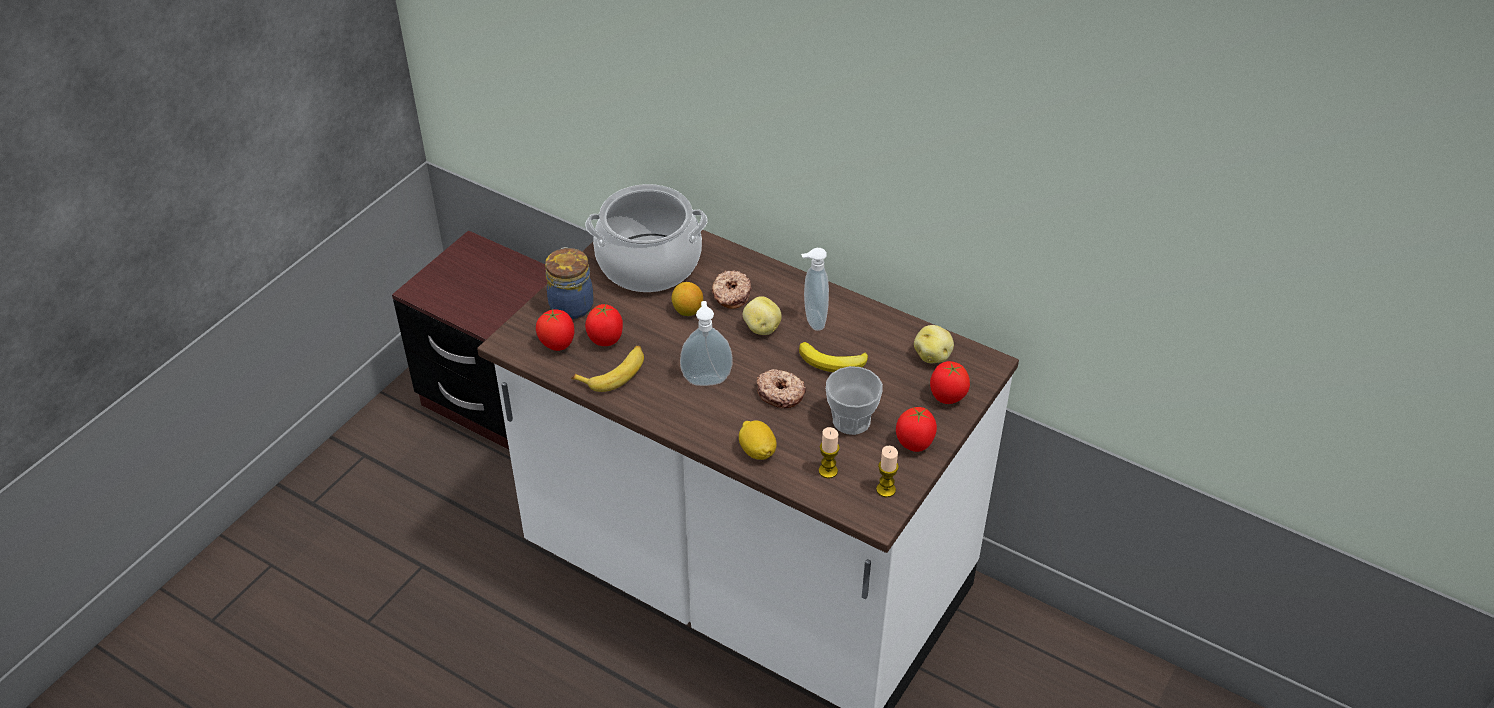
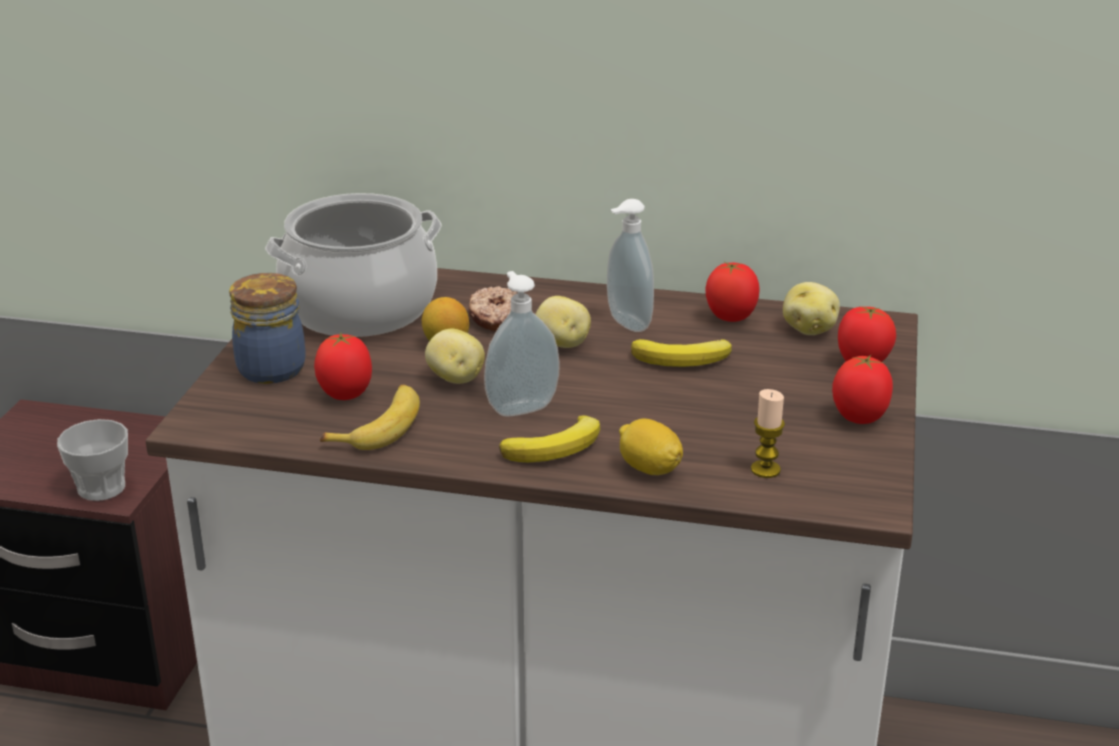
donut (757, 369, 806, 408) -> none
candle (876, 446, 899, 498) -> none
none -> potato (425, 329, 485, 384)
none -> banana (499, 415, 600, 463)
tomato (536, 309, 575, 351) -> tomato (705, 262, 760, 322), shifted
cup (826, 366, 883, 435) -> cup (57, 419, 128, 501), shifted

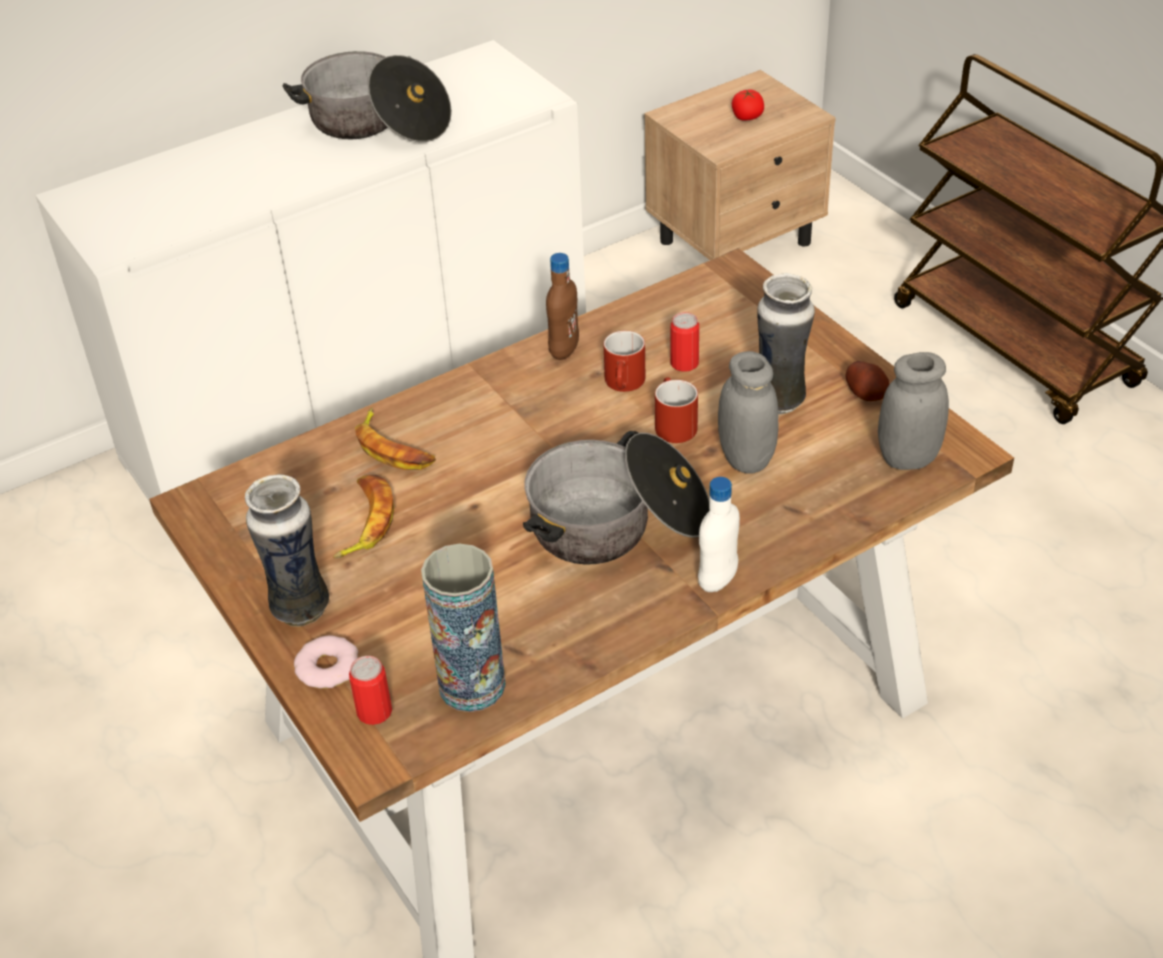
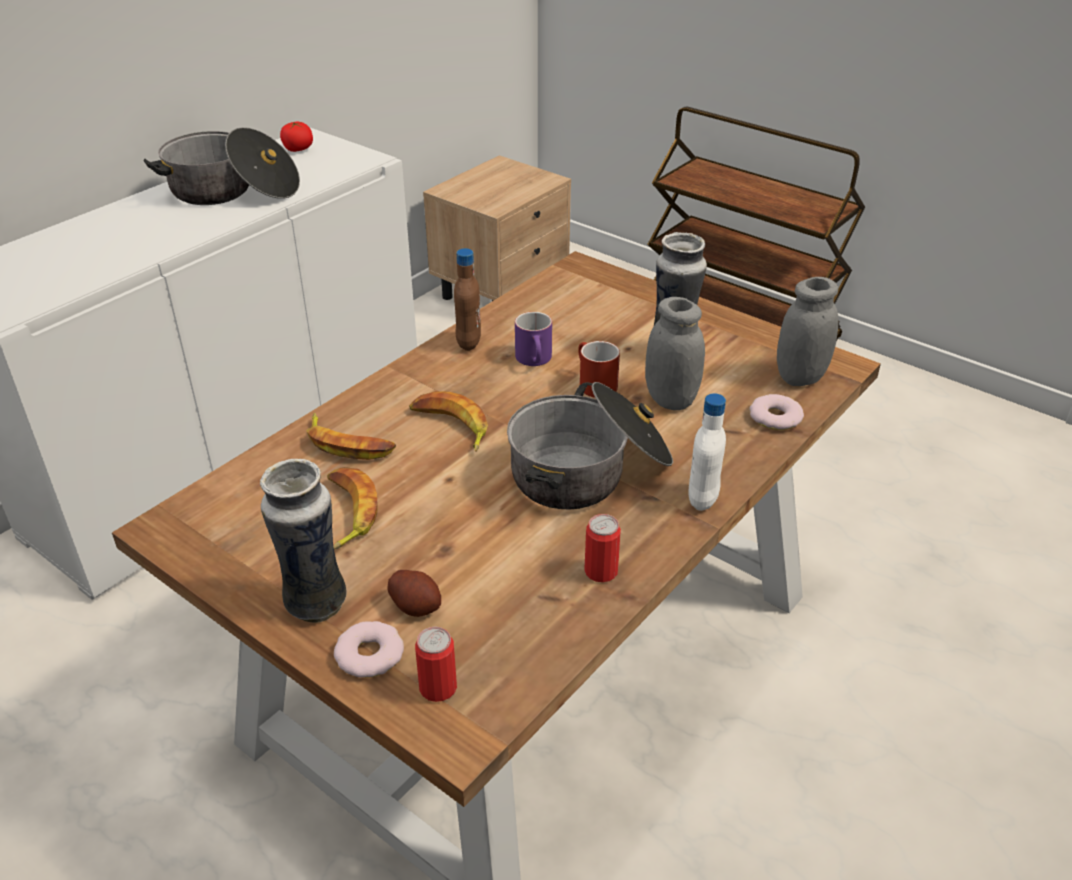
vase (421, 544, 506, 712) -> none
none -> banana (409, 391, 488, 452)
none -> donut (749, 394, 804, 430)
can (670, 312, 699, 372) -> can (584, 514, 621, 582), shifted
tomato (732, 90, 764, 121) -> tomato (280, 122, 313, 152), shifted
potato (845, 361, 889, 401) -> potato (387, 570, 441, 617), shifted
red mug (604, 330, 645, 392) -> purple mug (515, 312, 552, 366)

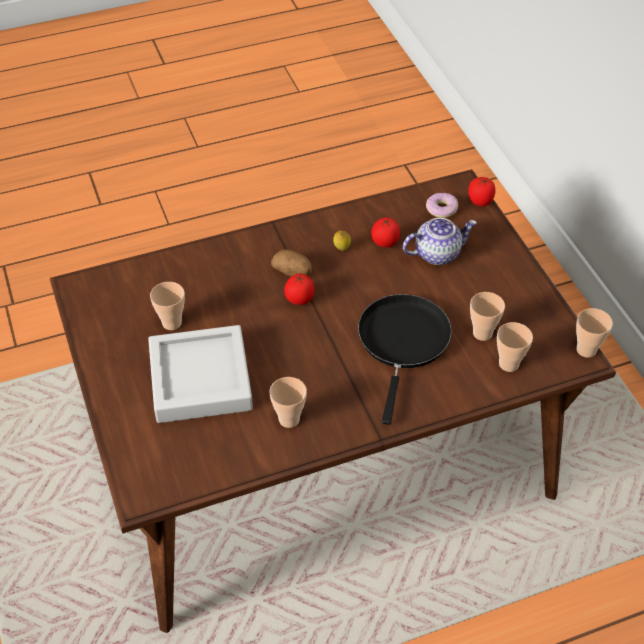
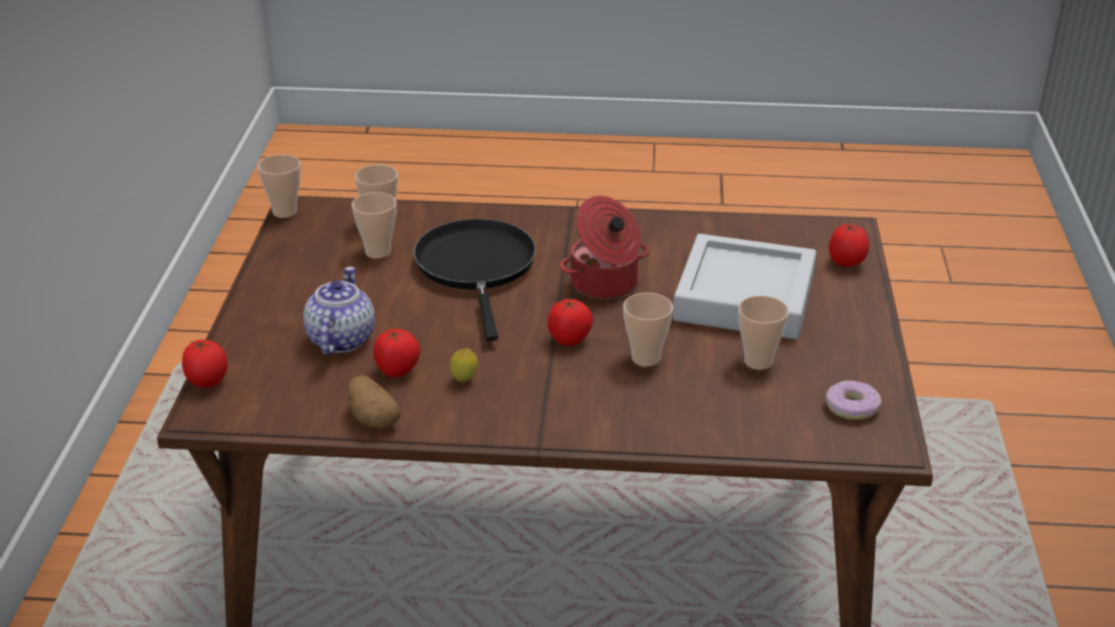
none -> cooking pot (560, 196, 649, 299)
none -> tomato (829, 224, 869, 267)
cup (270, 377, 307, 428) -> cup (623, 293, 673, 367), shifted
potato (271, 249, 312, 276) -> potato (347, 375, 401, 428), shifted
donut (426, 193, 458, 218) -> donut (826, 380, 882, 420), shifted
black frying pan (358, 294, 452, 425) -> black frying pan (414, 219, 536, 341), 135 degrees clockwise
teapot (403, 218, 477, 265) -> teapot (303, 267, 375, 355), 90 degrees clockwise

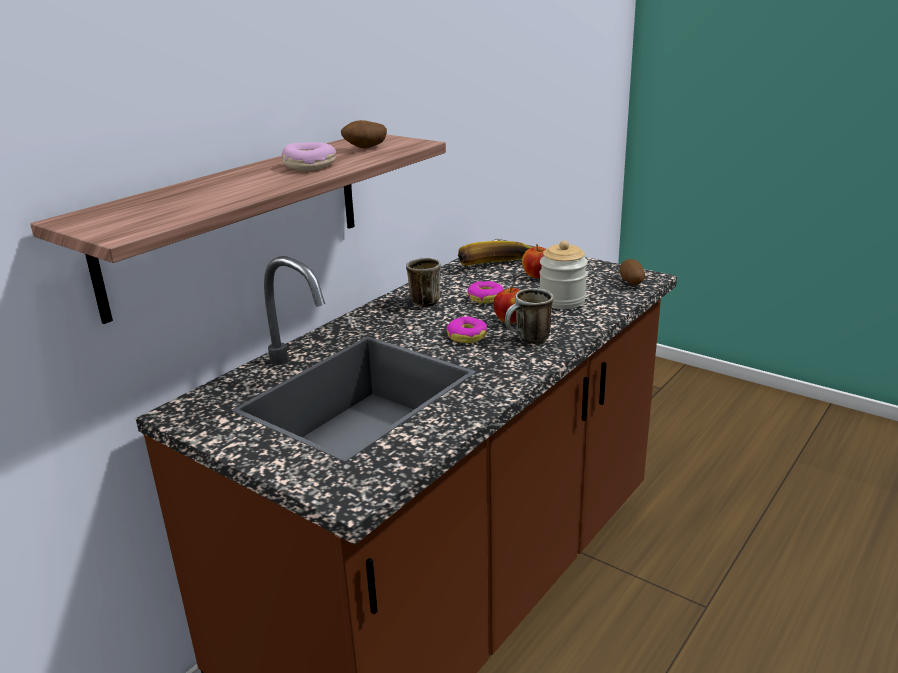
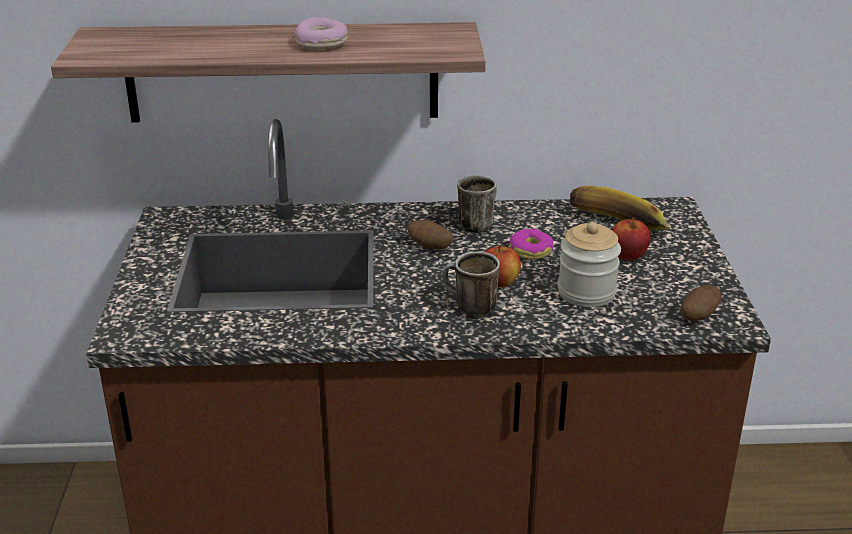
donut (447, 316, 487, 343) -> none
potato (341, 120, 387, 149) -> potato (408, 220, 453, 250), shifted

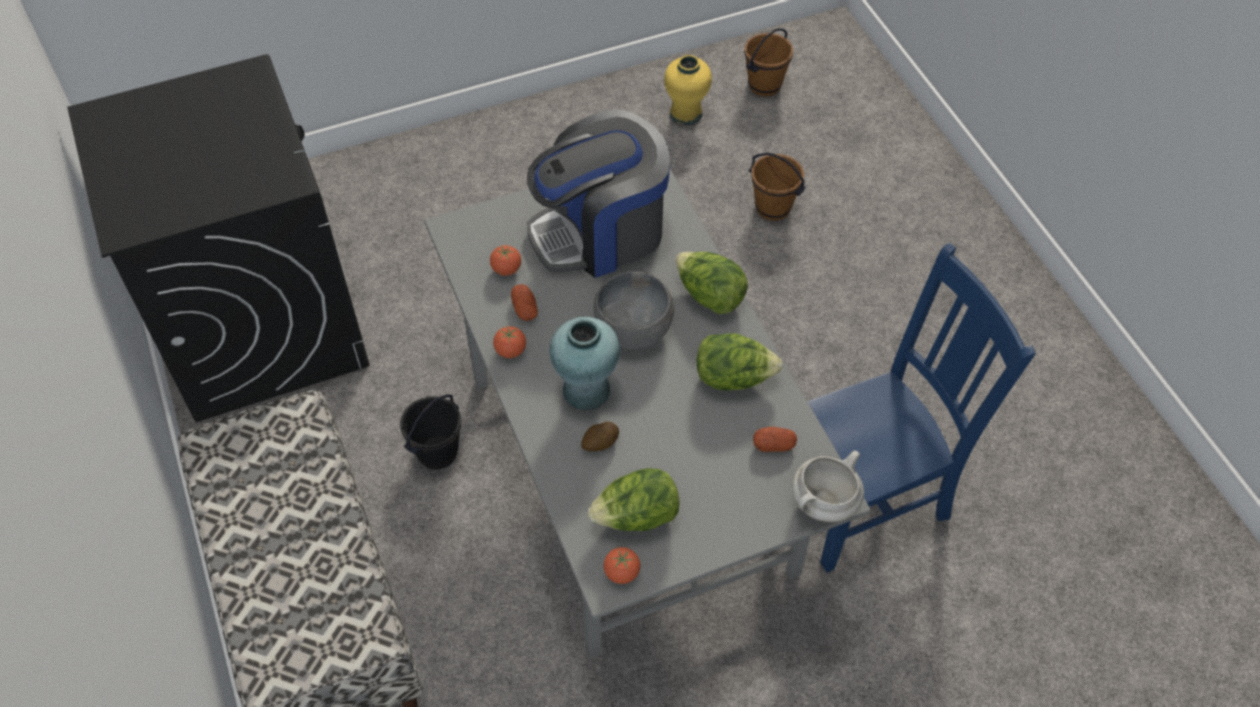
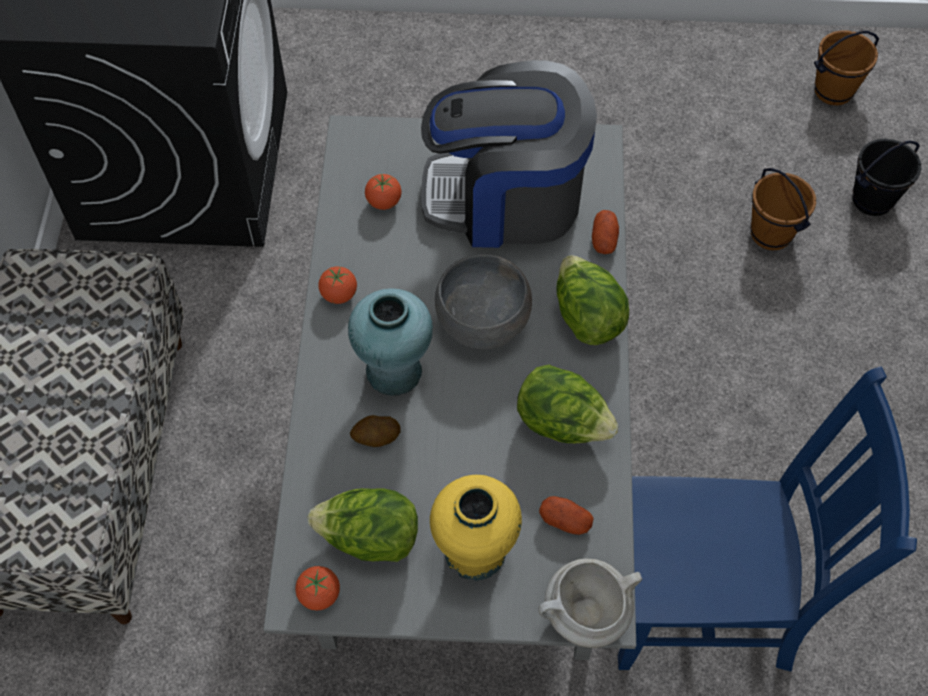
black bucket (400, 395, 461, 469) -> black bucket (853, 139, 921, 216), shifted
potato (511, 284, 538, 321) -> potato (592, 210, 619, 254), shifted
yellow vase (664, 55, 712, 125) -> yellow vase (430, 475, 522, 581), shifted

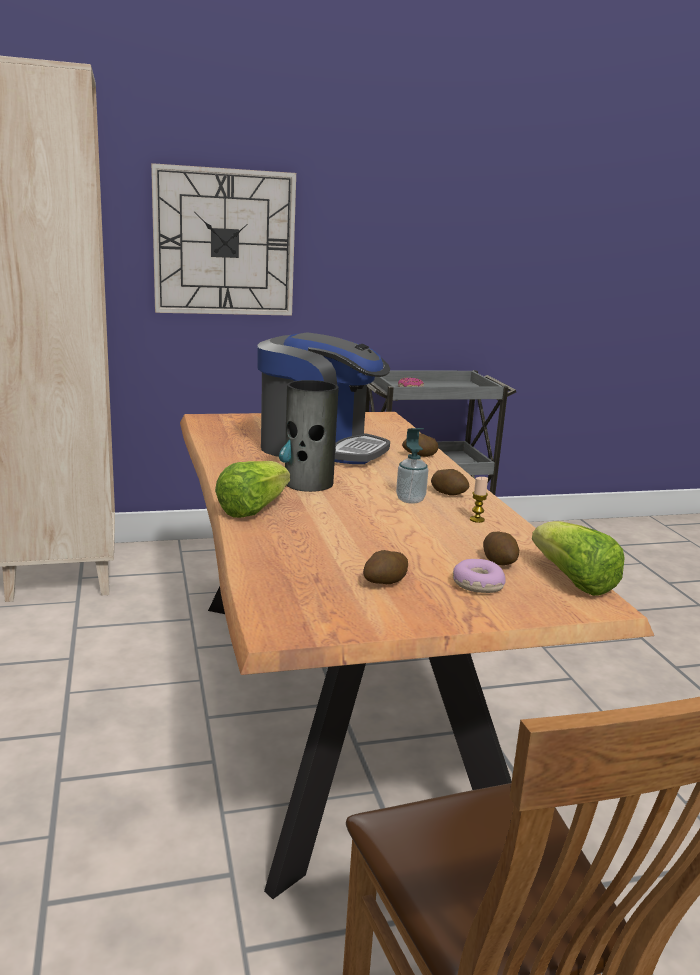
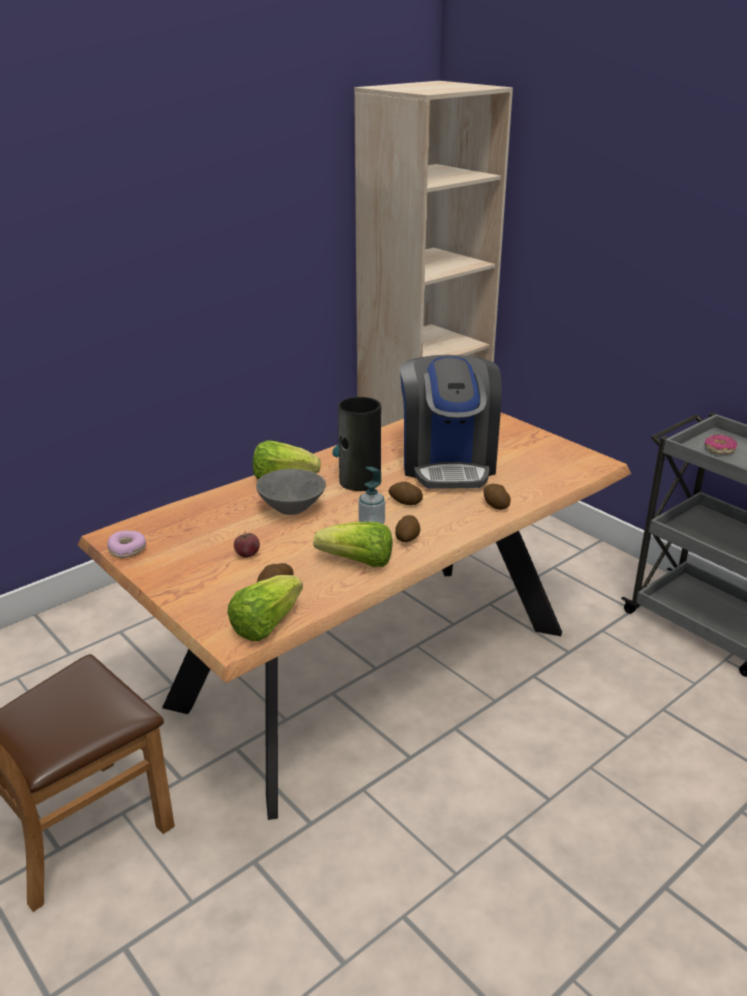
wall clock (151, 163, 296, 316) -> none
none -> apple (234, 532, 260, 558)
none -> grey bowl (256, 469, 326, 515)
potato (363, 550, 408, 584) -> potato (389, 482, 423, 505), shifted
donut (453, 559, 506, 593) -> donut (107, 531, 146, 558), shifted
candle (470, 477, 488, 523) -> lettuce (313, 522, 393, 567)

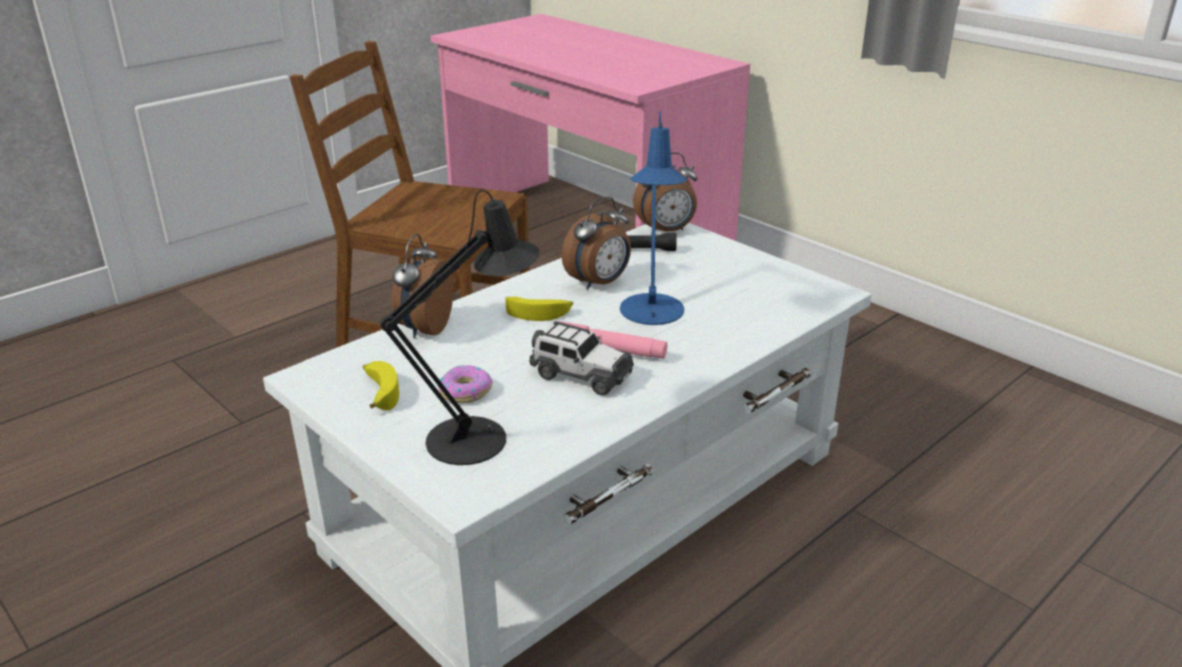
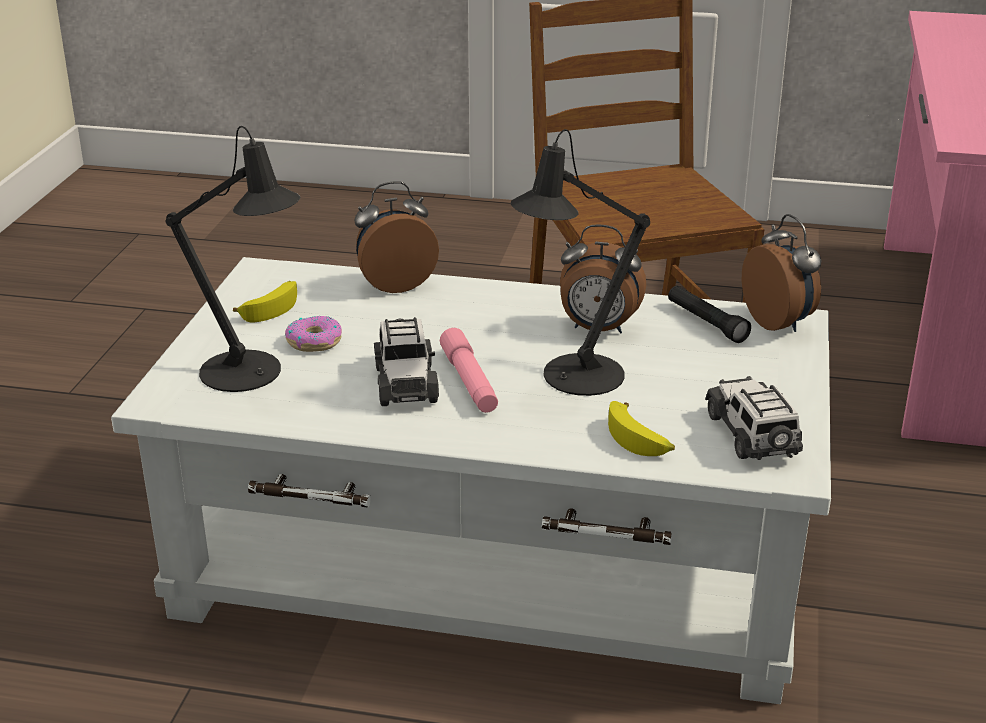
none -> toy car (705, 376, 803, 460)
banana (505, 297, 573, 321) -> banana (608, 401, 675, 456), shifted
blue table lamp (620, 111, 687, 325) -> black table lamp (511, 129, 650, 396)
alarm clock (633, 152, 697, 234) -> alarm clock (742, 214, 821, 332), 150 degrees counterclockwise

